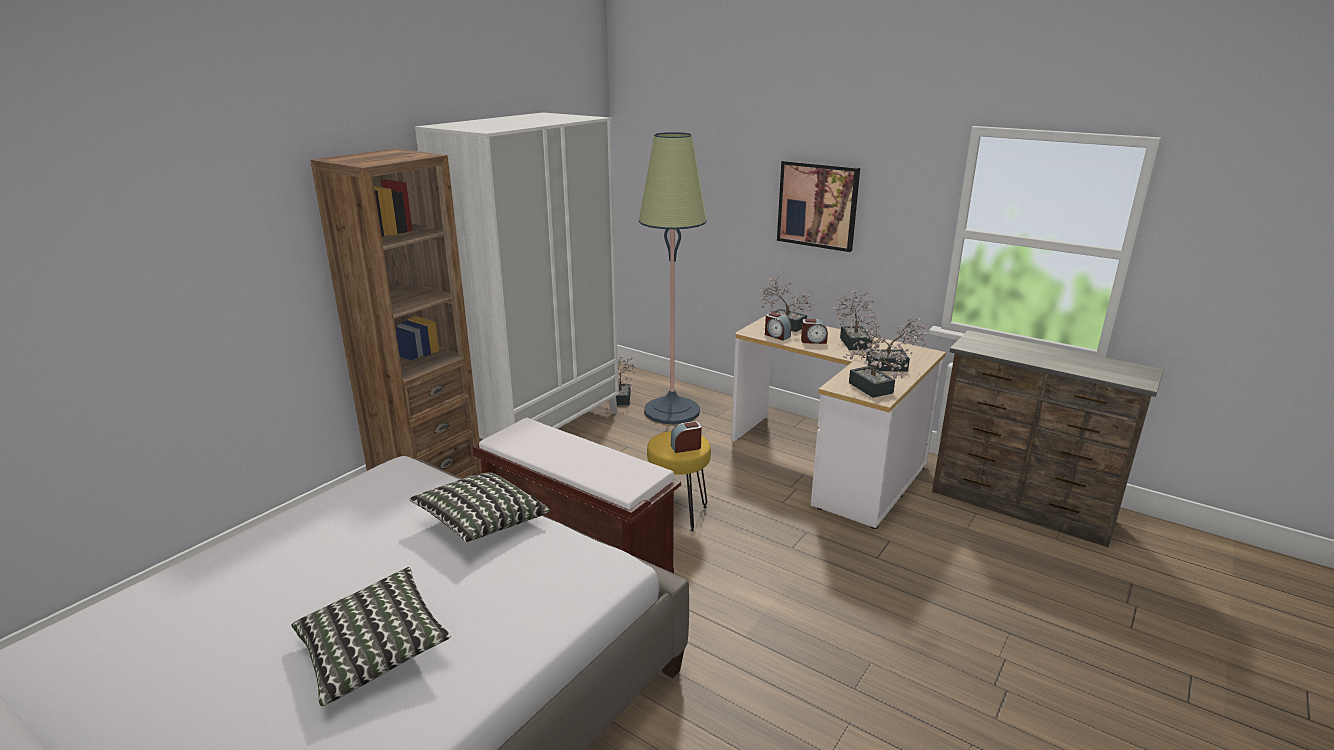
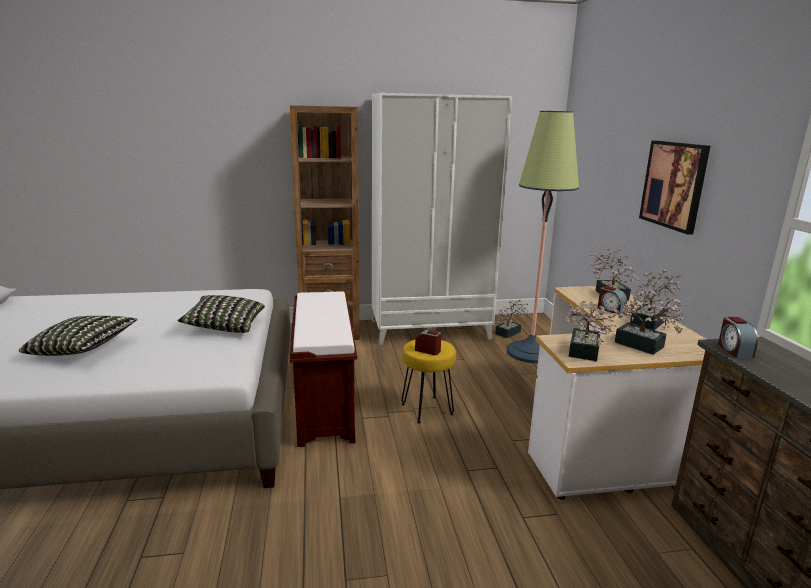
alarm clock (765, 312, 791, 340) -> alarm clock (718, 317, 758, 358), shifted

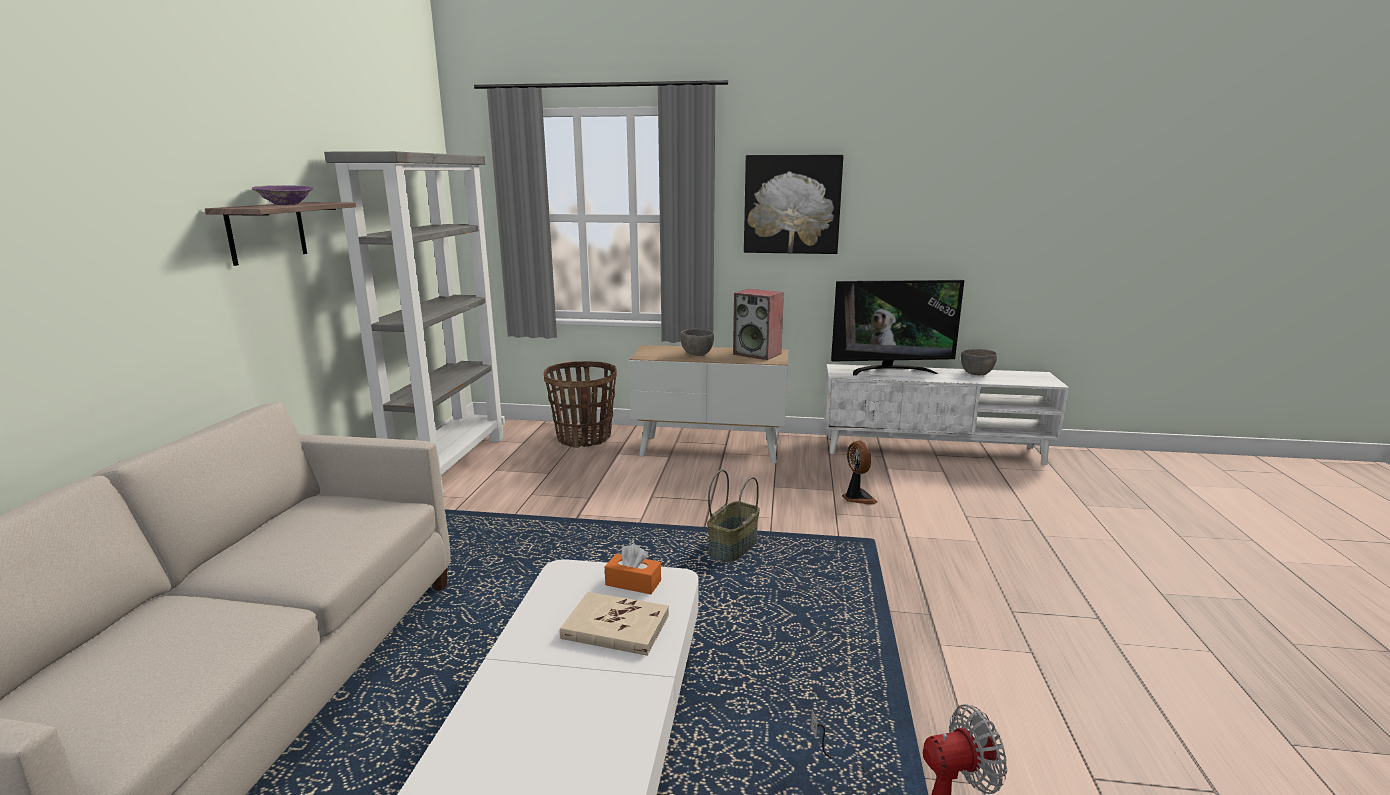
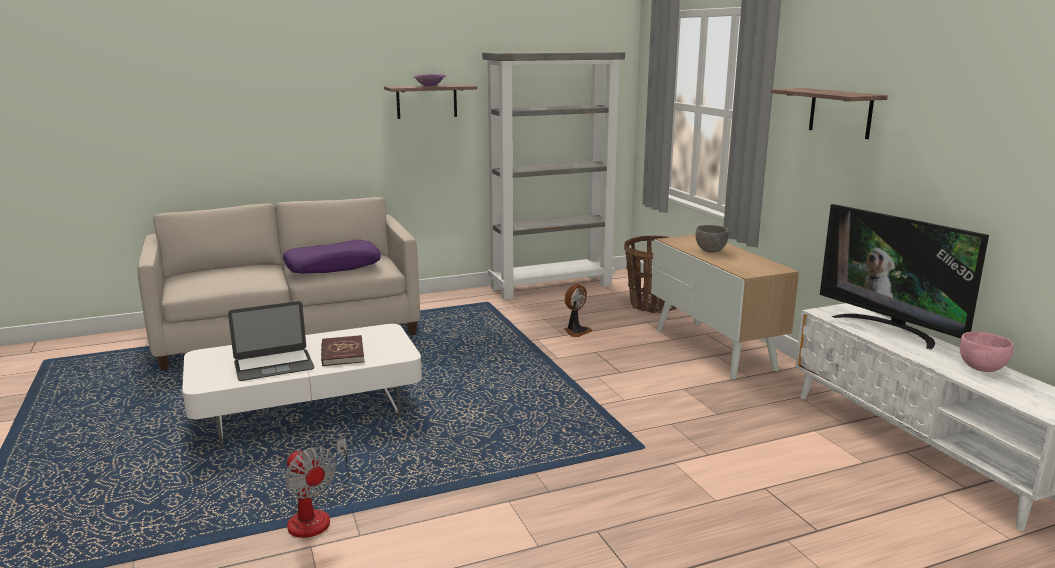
orange tissue box (605, 544, 661, 594) -> none
basket (707, 470, 760, 562) -> none
speaker (733, 289, 784, 360) -> none
none -> laptop (228, 301, 314, 381)
none -> purple pillow (283, 240, 381, 274)
fan (842, 441, 877, 504) -> fan (564, 284, 592, 337), shifted
picture (744, 155, 843, 254) -> shelf (771, 88, 888, 139)
beige book (560, 592, 669, 656) -> red book (321, 335, 365, 366)
grey bowl (961, 349, 997, 375) -> pink bowl (960, 332, 1014, 372)

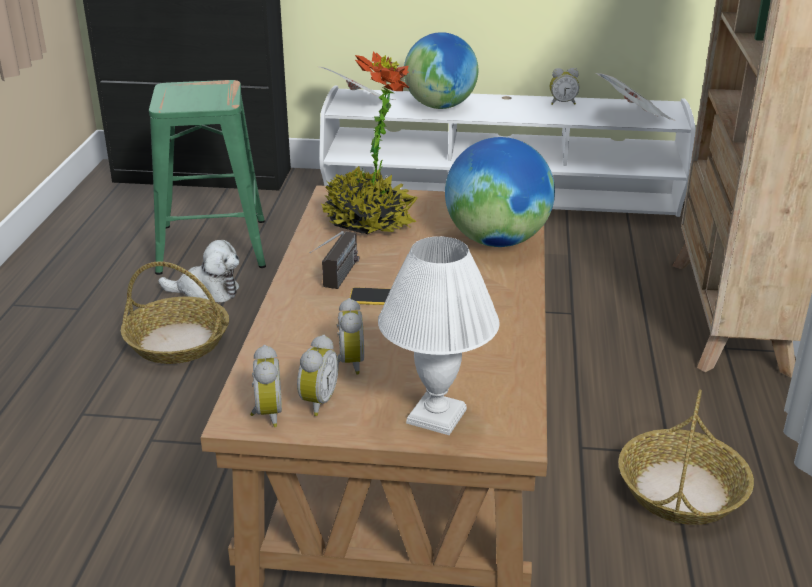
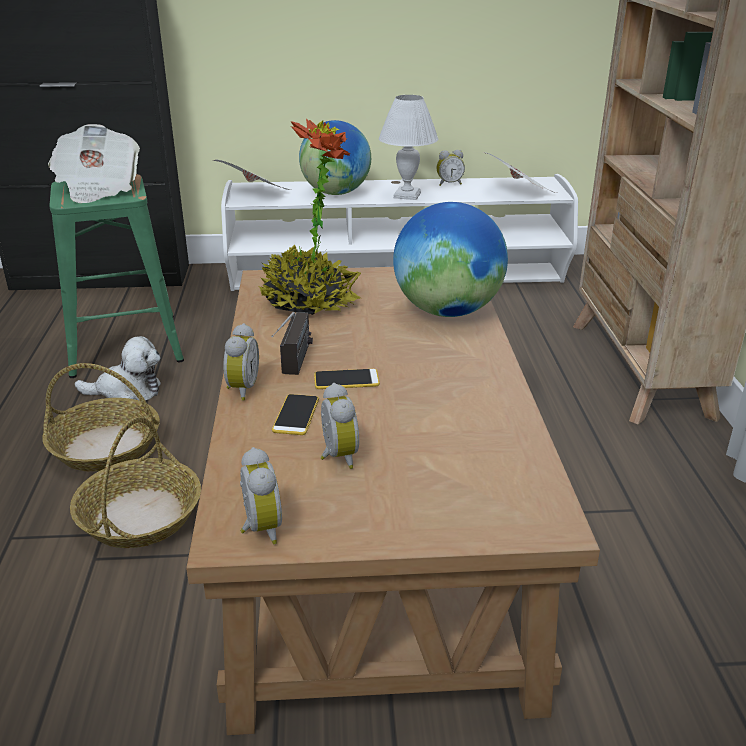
none -> newspaper (48, 124, 140, 203)
none -> phone (272, 394, 319, 435)
alarm clock (297, 335, 339, 416) -> alarm clock (223, 323, 259, 400), shifted
white table lamp (378, 236, 499, 435) -> white table lamp (379, 95, 438, 200), shifted
basket (618, 389, 754, 525) -> basket (70, 417, 201, 548), shifted

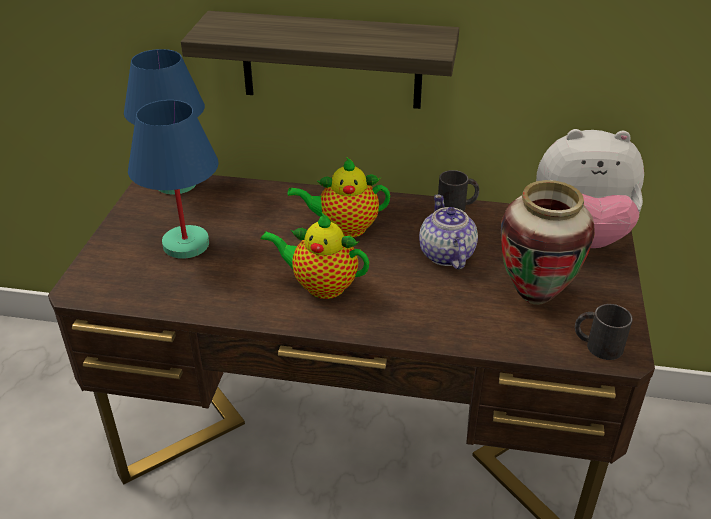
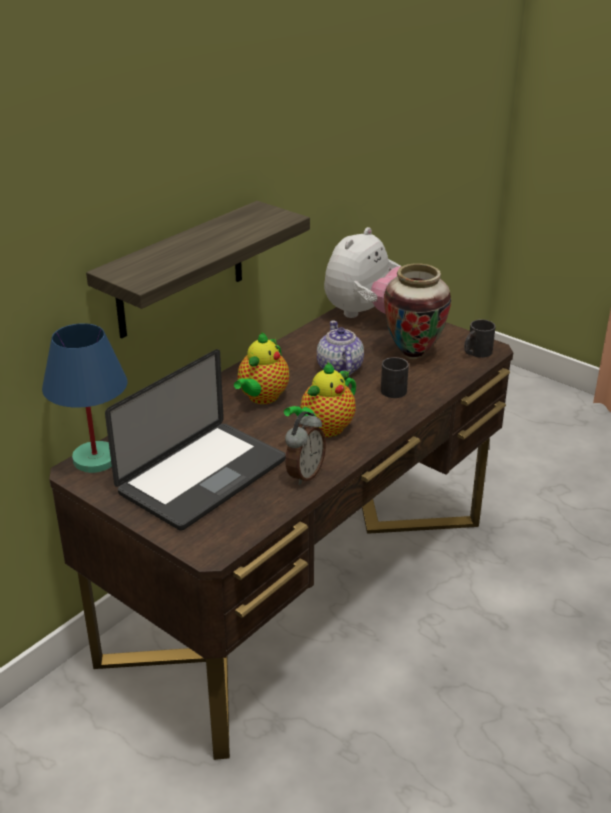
none -> alarm clock (285, 411, 326, 485)
black mug (438, 170, 479, 211) -> black mug (381, 357, 409, 398), shifted
blue table lamp (128, 100, 219, 259) -> laptop (105, 349, 286, 530)
teapot (419, 194, 478, 270) -> teapot (317, 321, 364, 376), 60 degrees clockwise

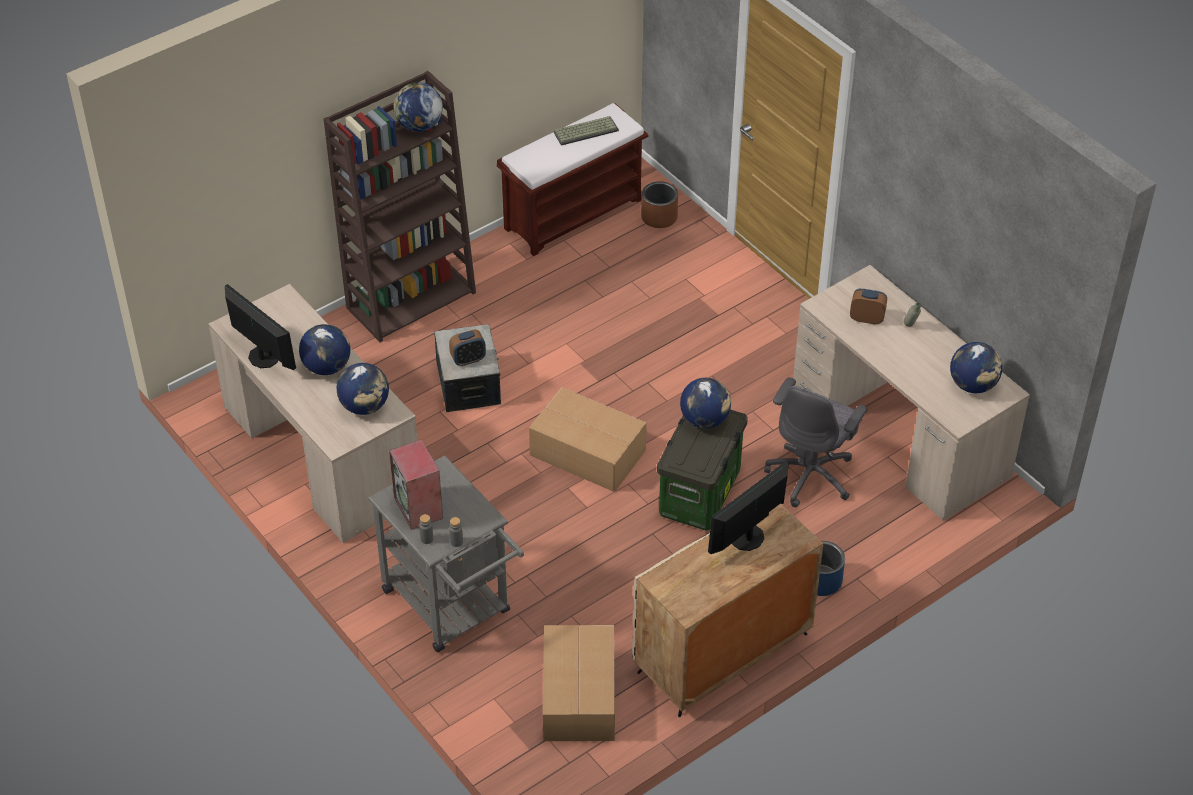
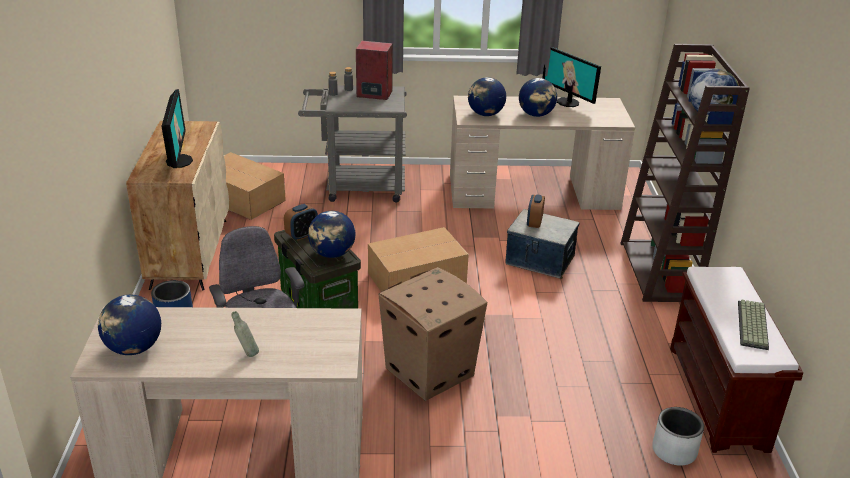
none -> cardboard box (379, 267, 487, 401)
alarm clock (850, 289, 887, 325) -> alarm clock (284, 204, 318, 240), shifted
brown planter (641, 181, 678, 228) -> grey planter (652, 407, 704, 466)
monitor (225, 284, 296, 370) -> monitor (543, 47, 601, 107), 60 degrees clockwise

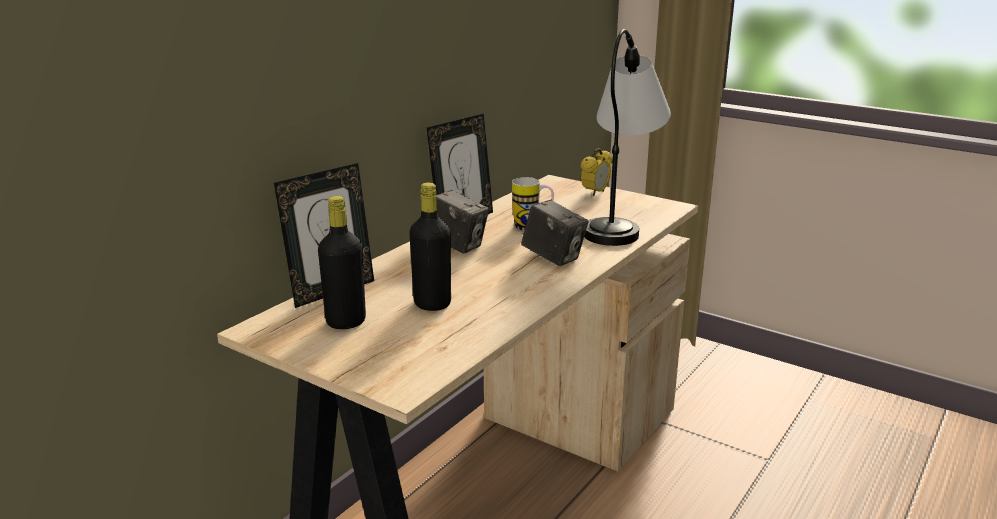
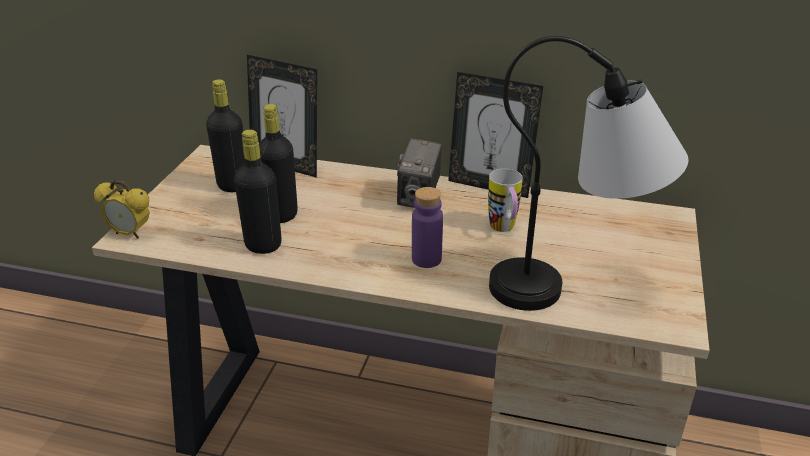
none -> black bottle (234, 130, 282, 254)
alarm clock (581, 148, 613, 196) -> alarm clock (94, 180, 150, 239), shifted
photo camera (521, 200, 589, 266) -> purple bottle (412, 187, 443, 268)

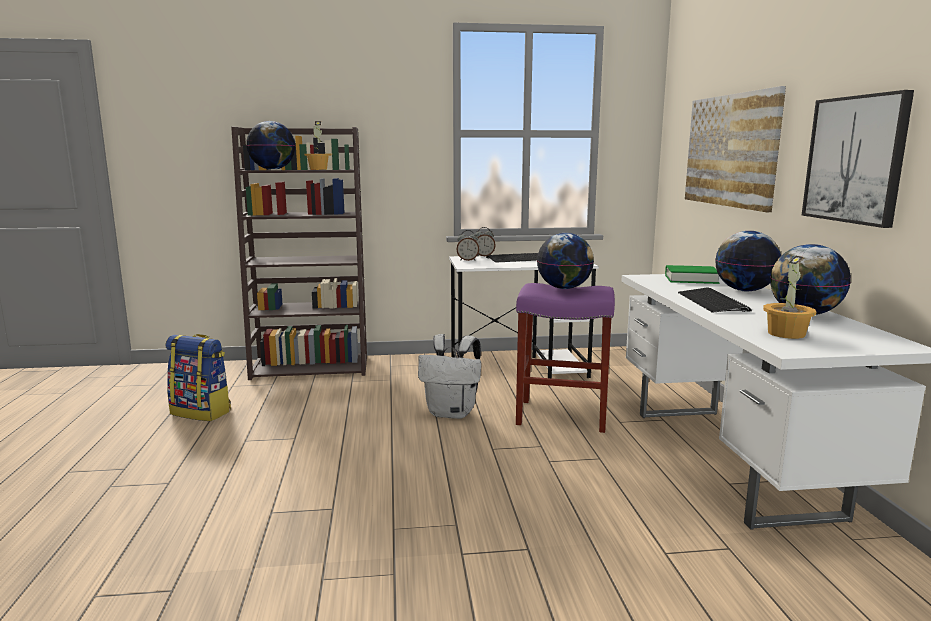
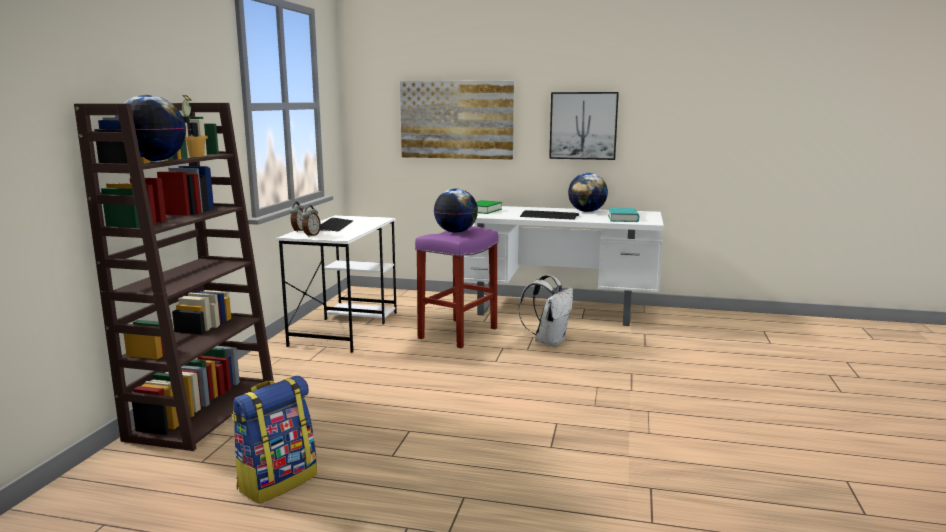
globe (715, 231, 781, 291) -> none
white backpack (418, 334, 481, 419) -> white backpack (518, 275, 573, 347), shifted
potted plant (763, 256, 816, 339) -> turquoise book (608, 208, 639, 222)

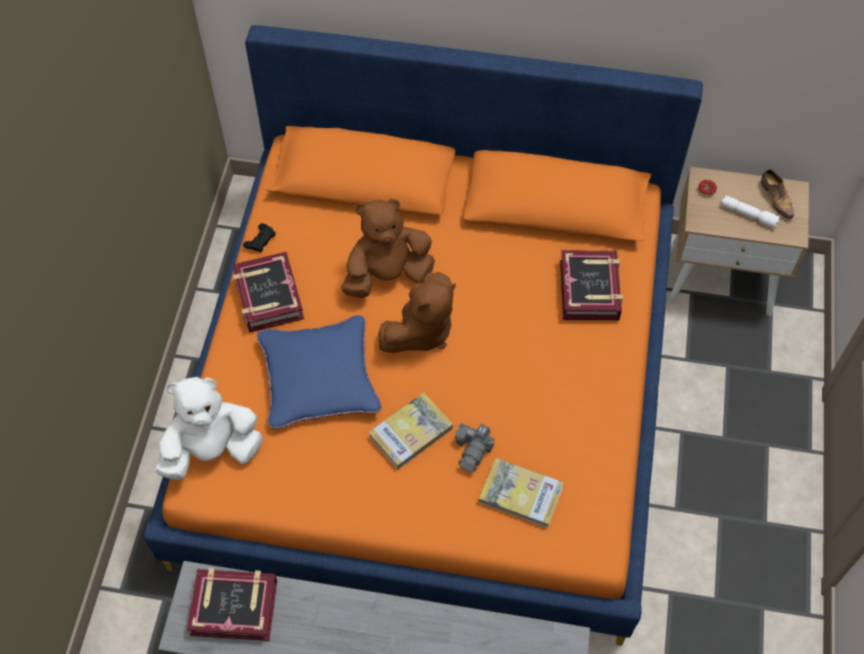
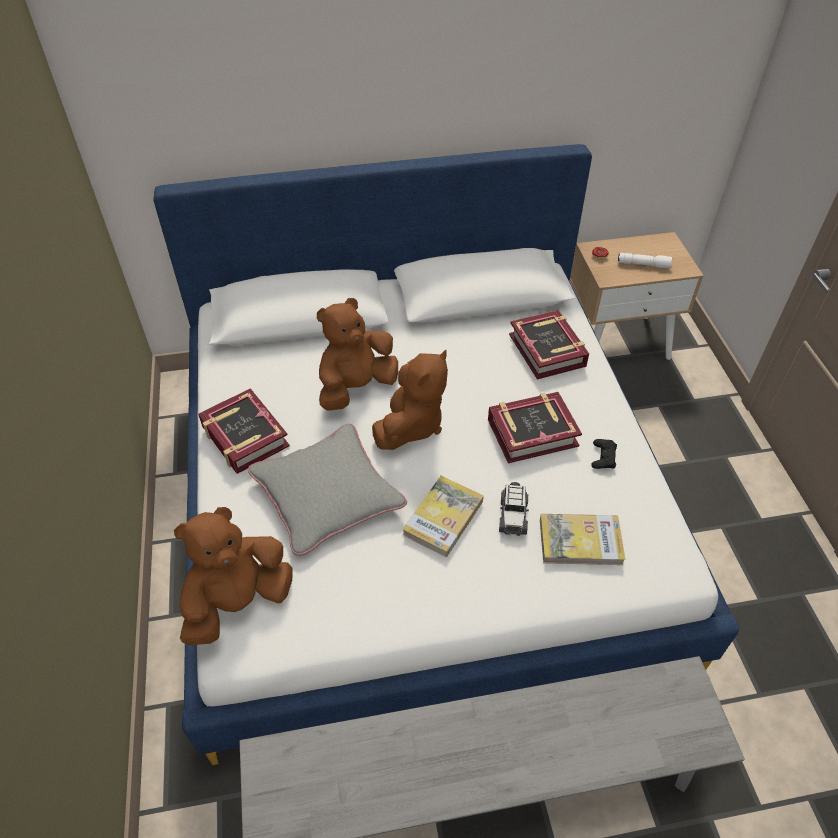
shoe (761, 169, 794, 219) -> none
book (187, 568, 277, 641) -> book (488, 392, 582, 463), shifted
black game controller (243, 223, 276, 252) -> black game controller (591, 439, 617, 469), shifted
photo camera (455, 423, 494, 472) -> toy car (499, 482, 529, 536)
orange bed (144, 25, 703, 646) -> white bed (154, 144, 739, 765)
white plush toy (154, 377, 263, 480) -> brown plush toy (174, 507, 293, 645)
blue pillow (257, 315, 382, 429) -> grey pillow (248, 424, 407, 556)

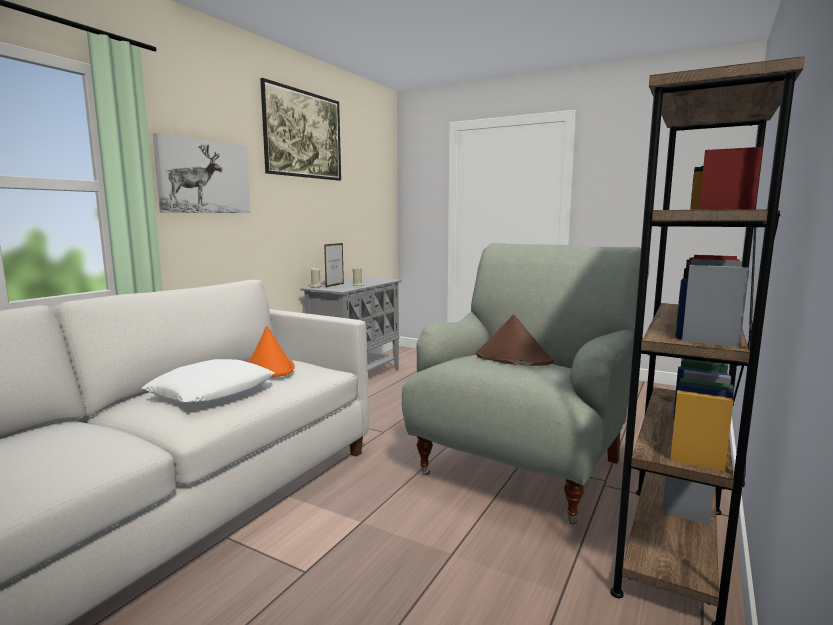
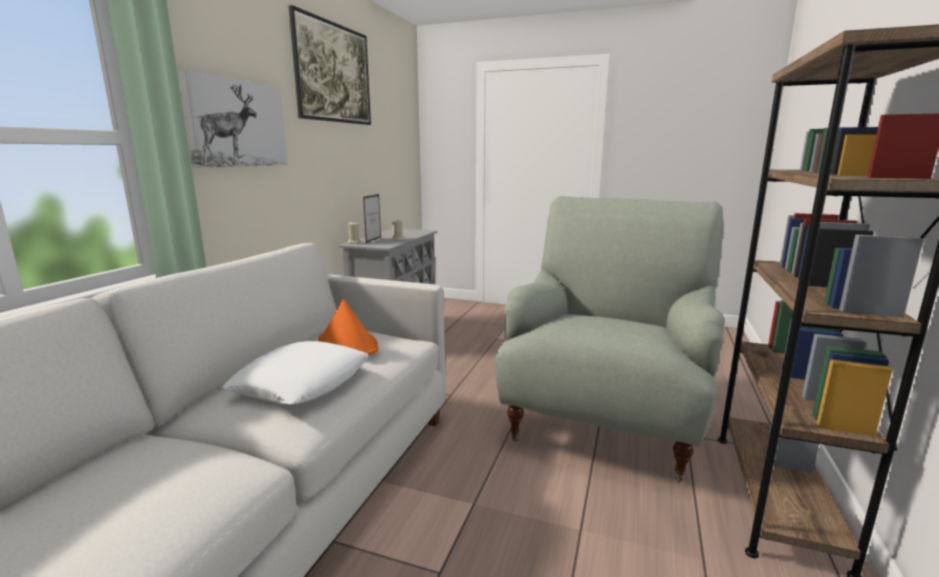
brown hat (476, 315, 554, 366) -> none

